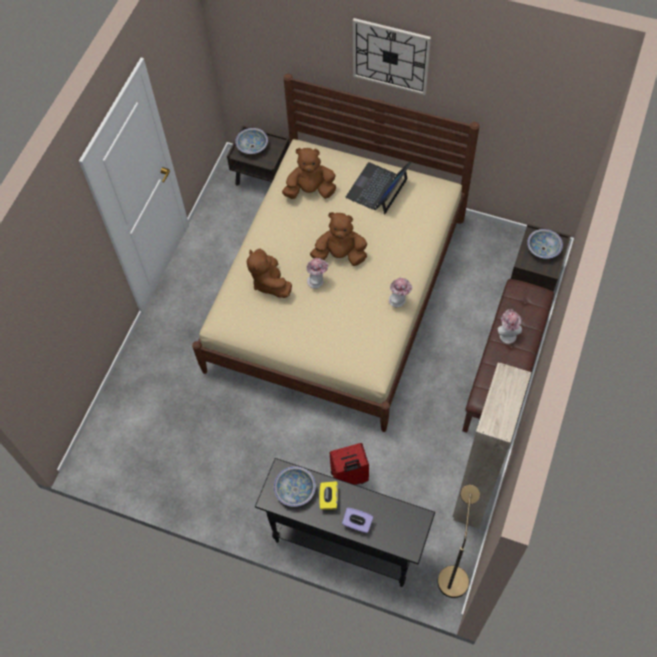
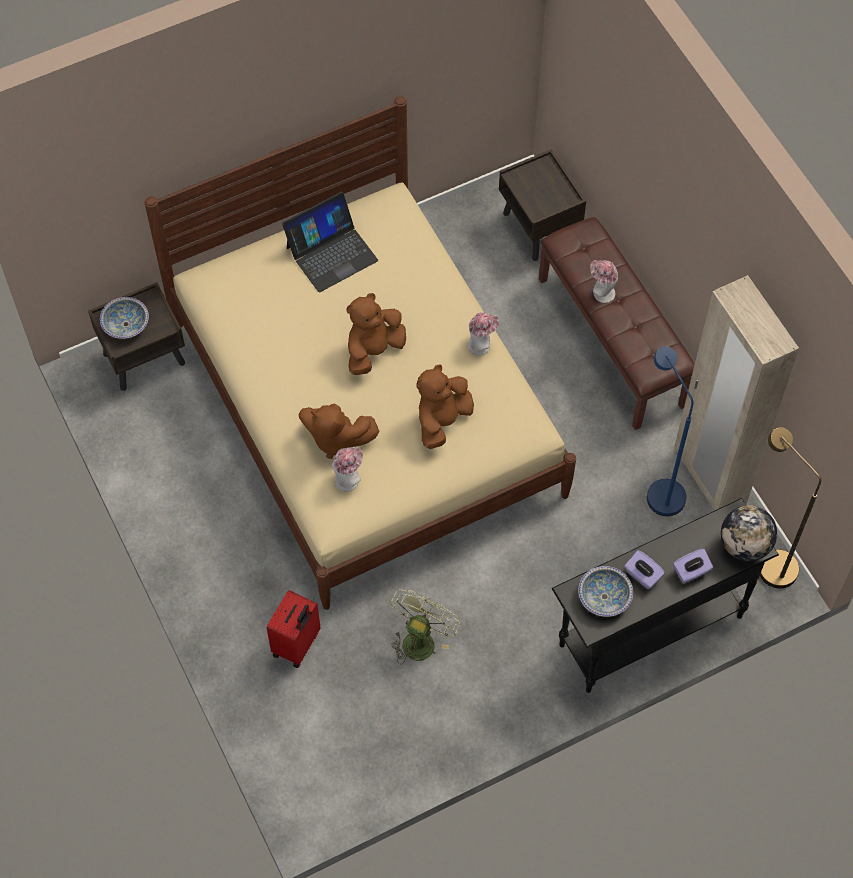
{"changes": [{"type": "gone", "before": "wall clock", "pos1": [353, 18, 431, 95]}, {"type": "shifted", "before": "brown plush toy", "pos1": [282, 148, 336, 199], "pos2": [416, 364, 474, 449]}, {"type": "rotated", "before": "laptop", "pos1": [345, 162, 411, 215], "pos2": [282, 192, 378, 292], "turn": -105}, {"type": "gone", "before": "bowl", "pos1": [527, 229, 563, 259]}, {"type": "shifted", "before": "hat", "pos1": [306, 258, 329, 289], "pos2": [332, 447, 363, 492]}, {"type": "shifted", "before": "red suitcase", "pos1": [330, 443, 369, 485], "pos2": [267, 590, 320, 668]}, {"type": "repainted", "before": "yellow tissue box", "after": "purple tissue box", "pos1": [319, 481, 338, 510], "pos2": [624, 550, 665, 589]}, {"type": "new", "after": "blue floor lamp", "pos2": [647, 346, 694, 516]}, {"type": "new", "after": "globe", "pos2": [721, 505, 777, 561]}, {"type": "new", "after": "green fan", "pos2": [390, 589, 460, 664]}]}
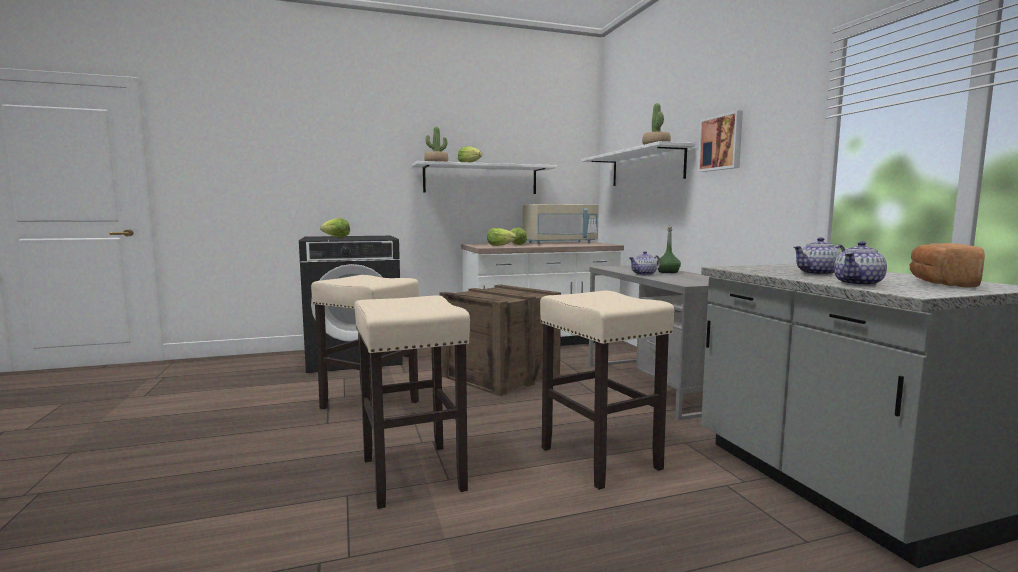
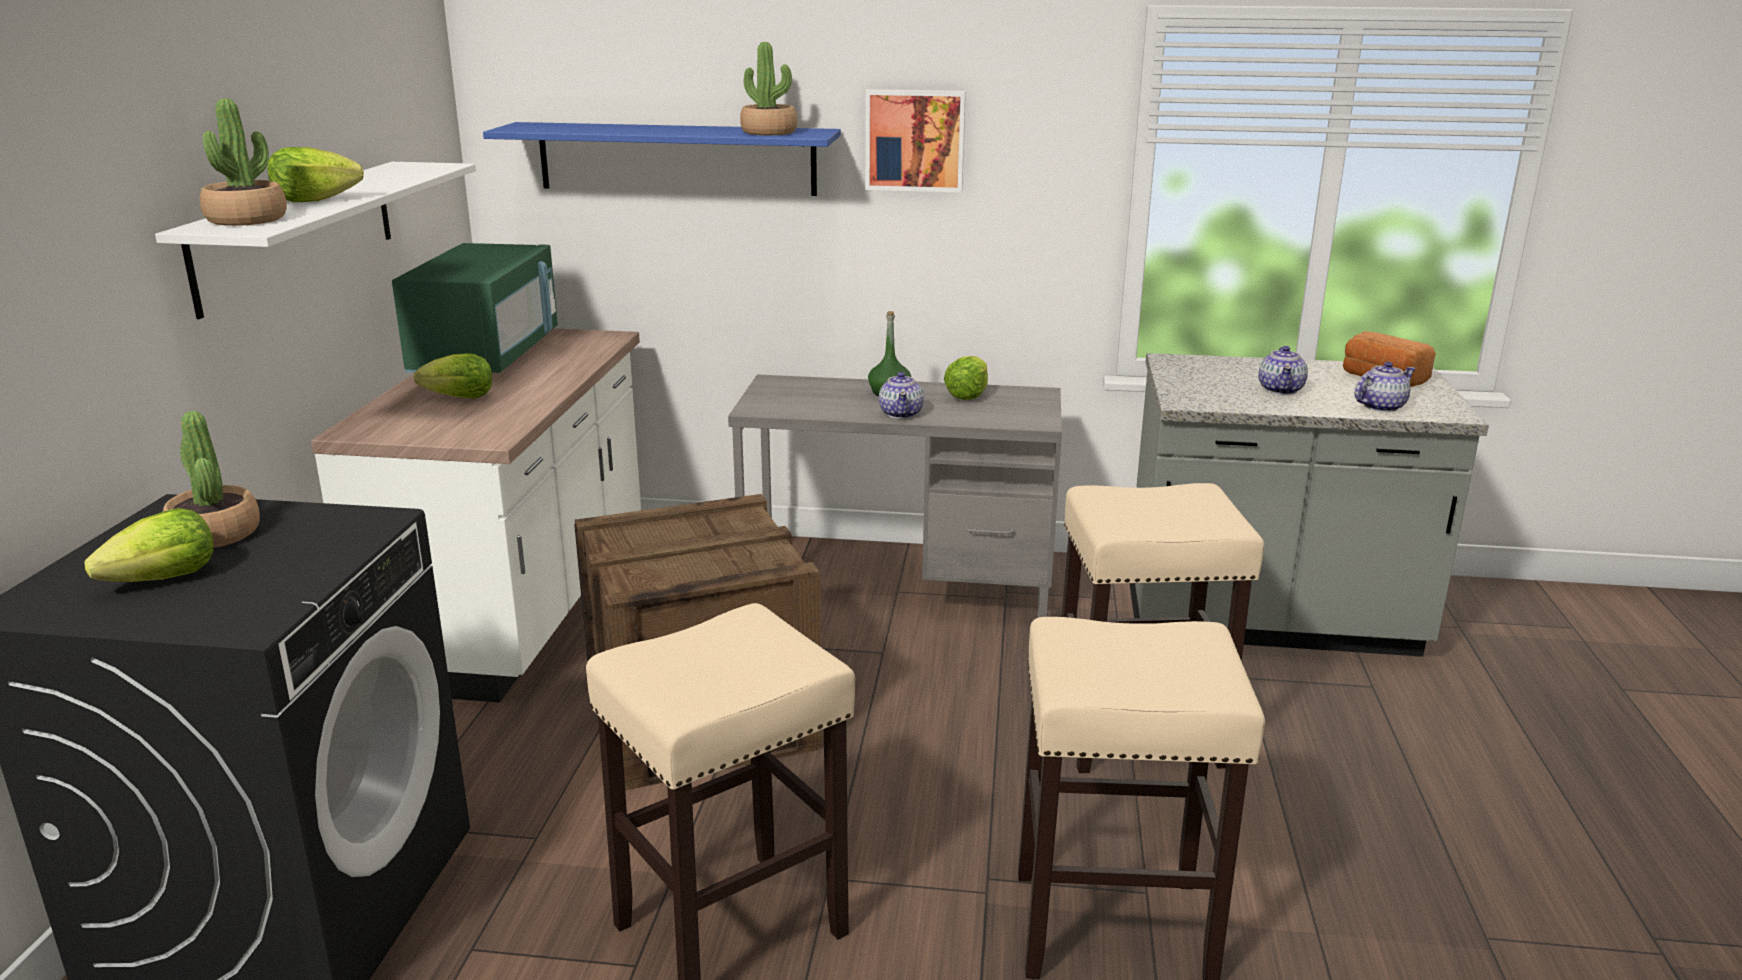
{"changes": [{"type": "repainted", "before": "white shelf", "after": "blue shelf", "pos1": [581, 141, 695, 186], "pos2": [483, 122, 841, 196]}, {"type": "repainted", "before": "beige microwave", "after": "green microwave", "pos1": [523, 204, 599, 244], "pos2": [392, 243, 558, 373]}, {"type": "shifted", "before": "lettuce", "pos1": [487, 228, 517, 246], "pos2": [944, 356, 988, 400]}, {"type": "rotated", "before": "teapot", "pos1": [834, 241, 887, 286], "pos2": [1355, 362, 1416, 412], "turn": -105}, {"type": "new", "after": "potted plant", "pos2": [163, 411, 260, 548]}]}
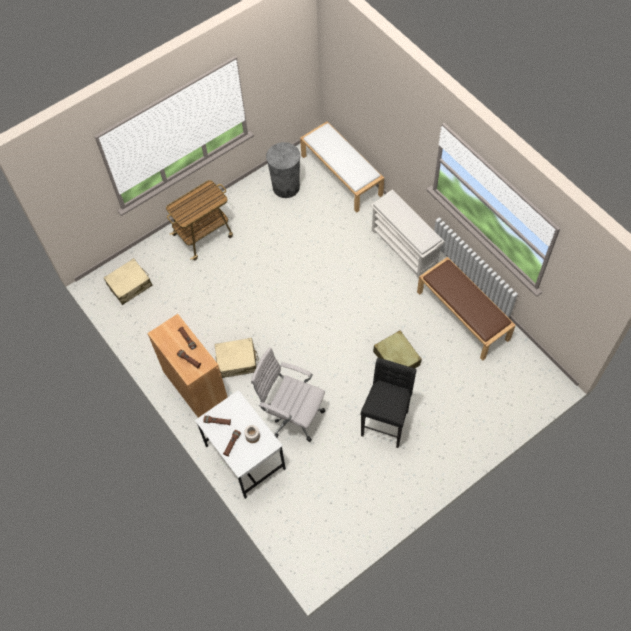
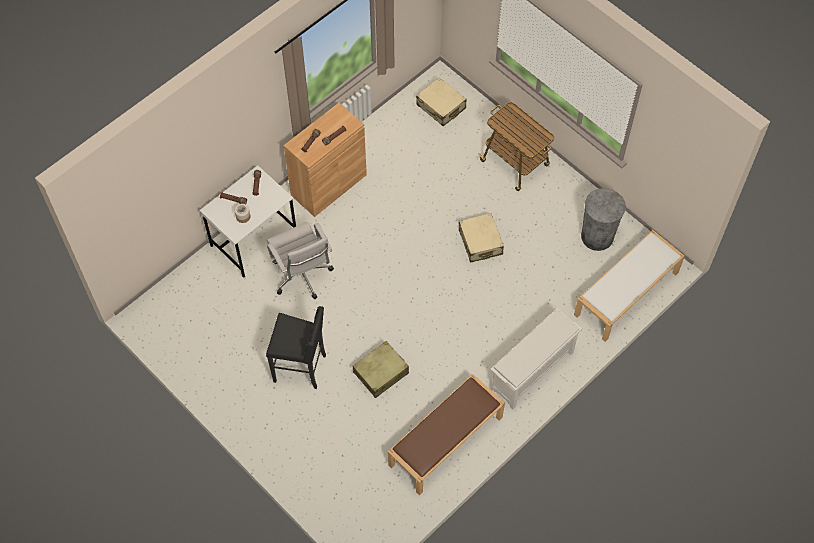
{"changes": [{"type": "shifted", "before": "beige suitcase", "pos1": [215, 338, 259, 378], "pos2": [459, 213, 504, 263]}, {"type": "rotated", "before": "white office chair", "pos1": [251, 347, 325, 442], "pos2": [267, 222, 334, 299], "turn": 135}]}
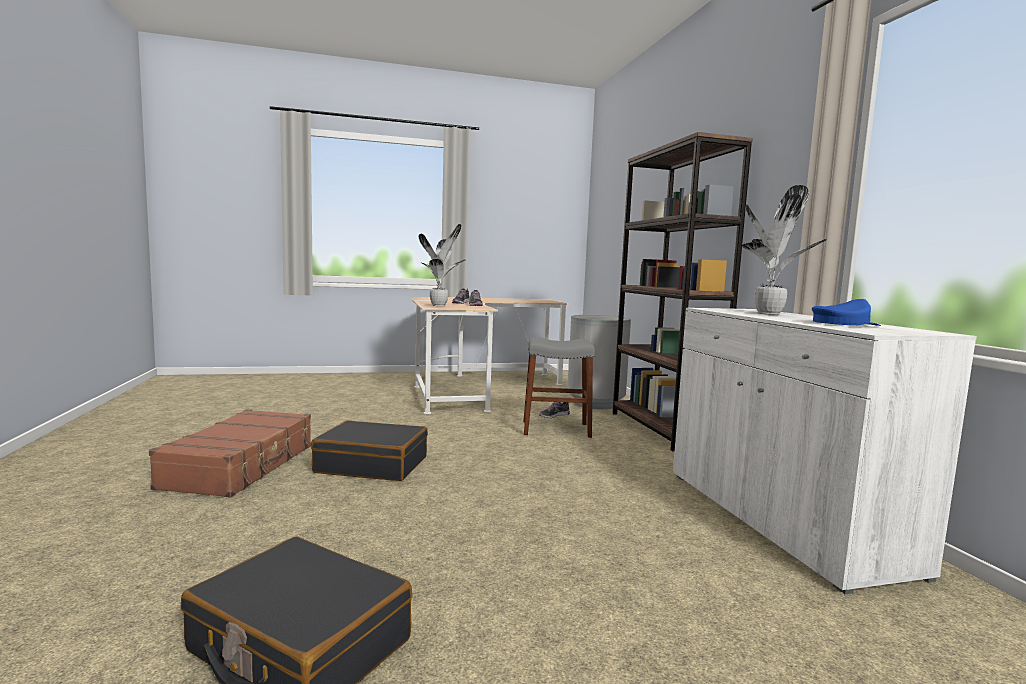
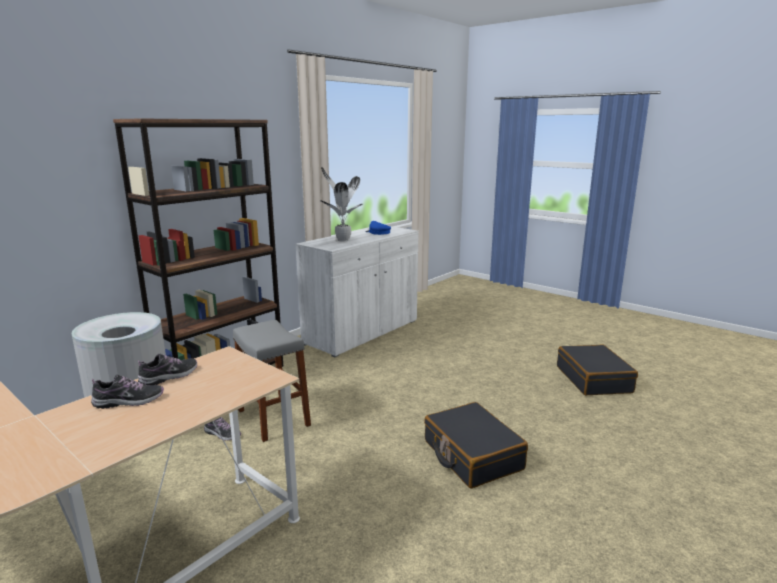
{"changes": [{"type": "gone", "before": "potted plant", "pos1": [419, 224, 466, 306]}, {"type": "gone", "before": "brown suitcase", "pos1": [149, 409, 311, 498]}]}
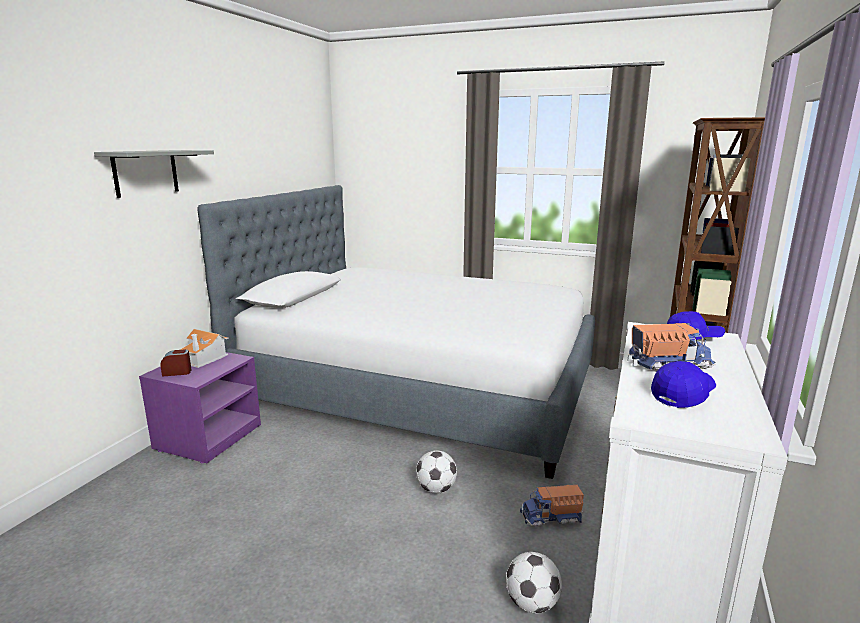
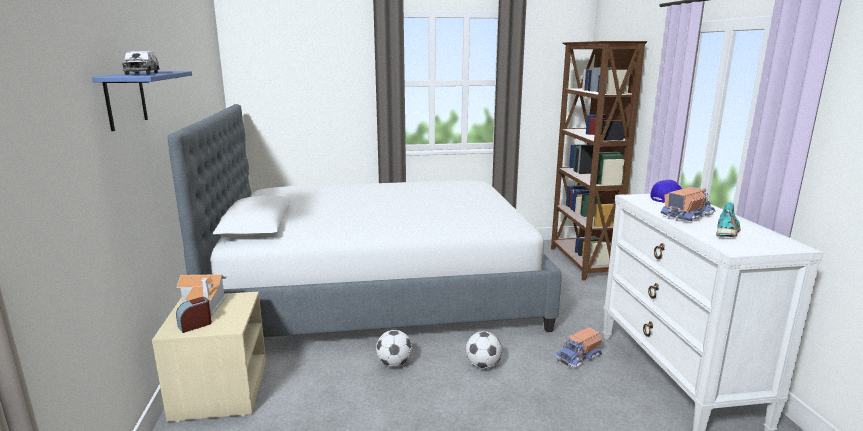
{"changes": [{"type": "repainted", "before": "grey shelf", "after": "blue shelf", "pos1": [94, 150, 214, 198], "pos2": [92, 71, 192, 131]}, {"type": "repainted", "before": "purple nightstand", "after": "beige nightstand", "pos1": [139, 352, 261, 463], "pos2": [152, 291, 266, 422]}, {"type": "swapped", "before": "blue cap", "after": "turquoise shoe", "pos1": [651, 361, 716, 408], "pos2": [716, 202, 741, 237]}, {"type": "shifted", "before": "football", "pos1": [506, 552, 562, 613], "pos2": [376, 330, 412, 367]}, {"type": "new", "after": "toy truck", "pos2": [122, 51, 160, 75]}]}
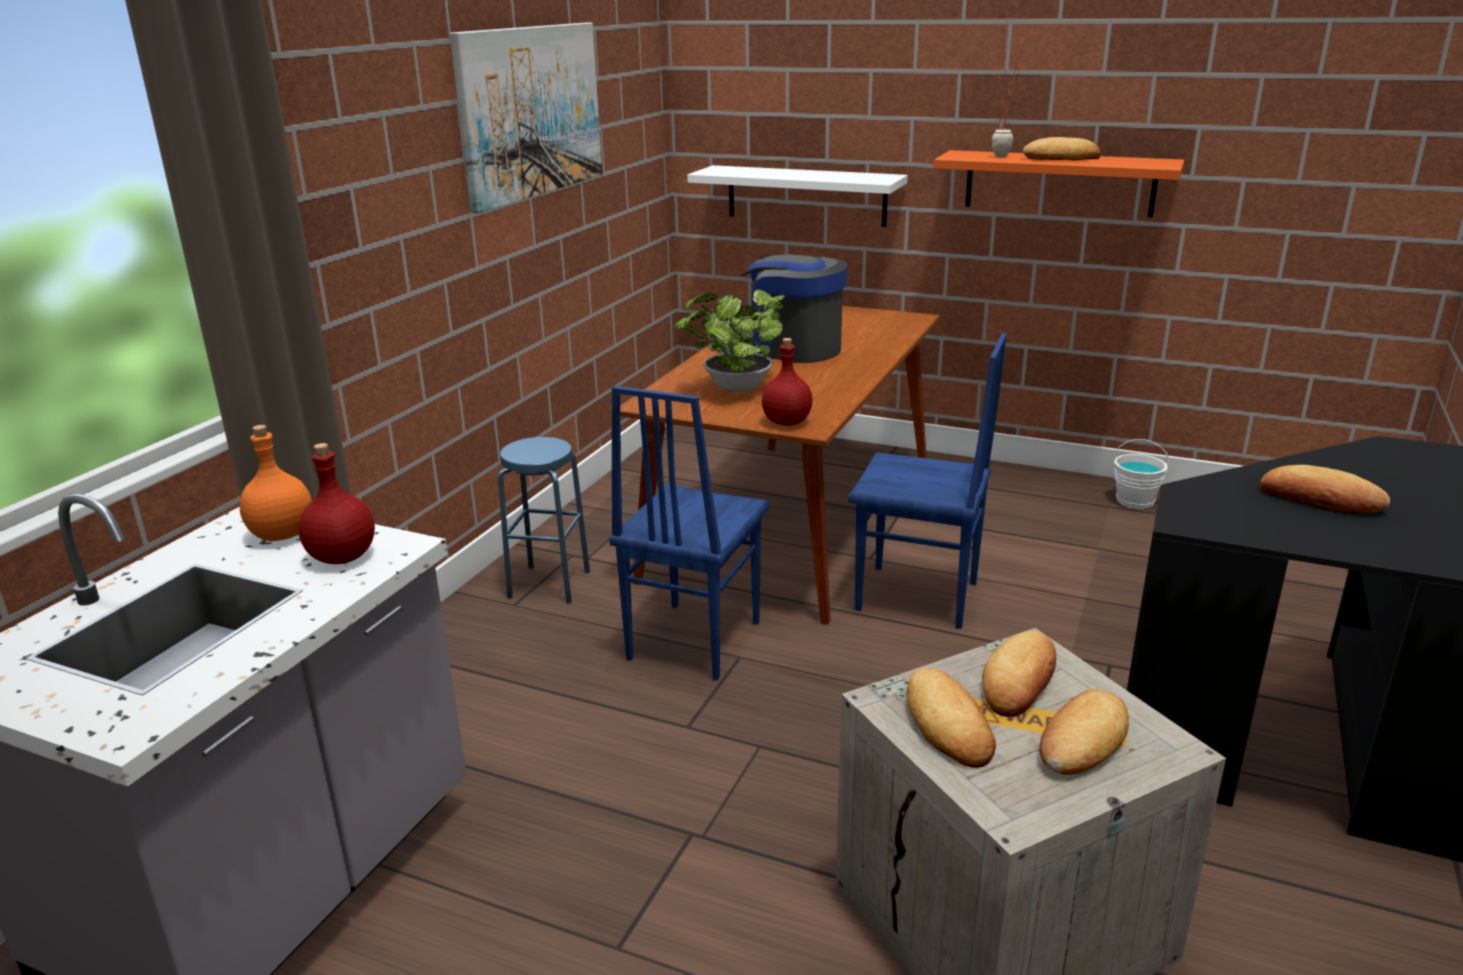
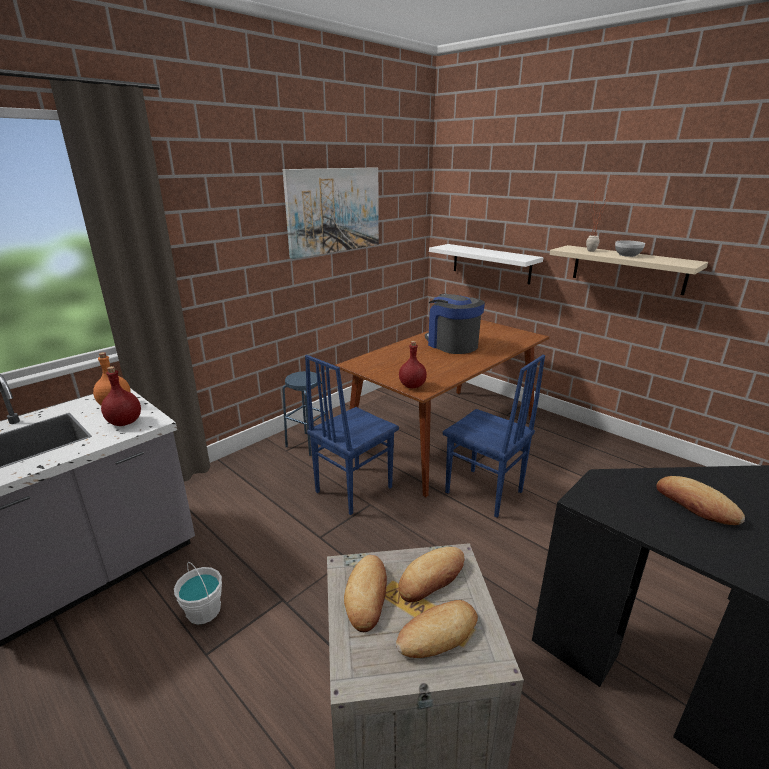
{"changes": [{"type": "swapped", "before": "bread", "after": "bowl", "pos1": [1023, 137, 1101, 160], "pos2": [615, 240, 645, 257]}, {"type": "repainted", "before": "orange shelf", "after": "beige shelf", "pos1": [933, 150, 1184, 218], "pos2": [550, 245, 708, 295]}, {"type": "gone", "before": "potted plant", "pos1": [675, 289, 785, 393]}, {"type": "shifted", "before": "white bucket", "pos1": [1113, 439, 1169, 509], "pos2": [174, 562, 222, 625]}]}
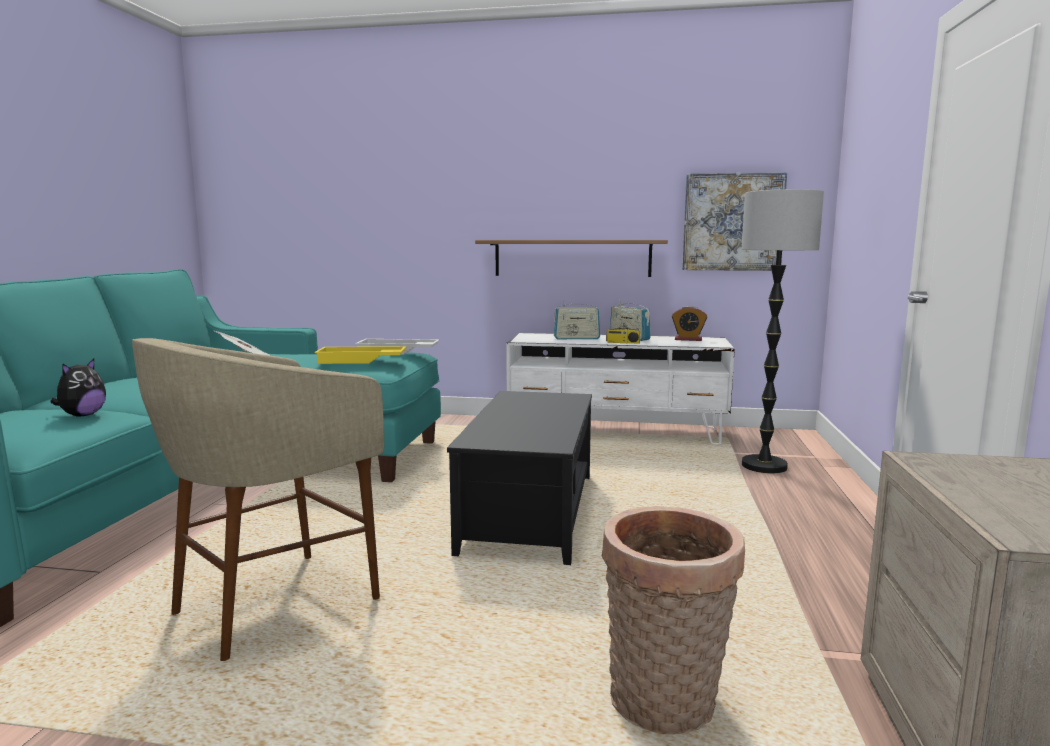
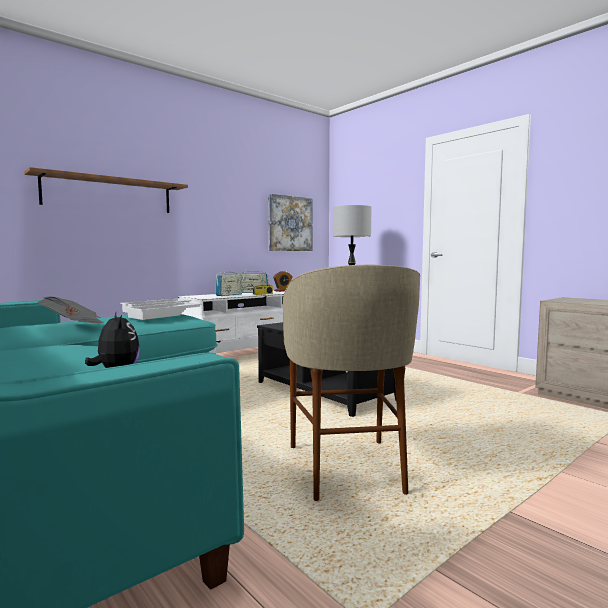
{"changes": [{"type": "shifted", "before": "shelf", "pos1": [475, 240, 668, 277], "pos2": [24, 167, 188, 213]}, {"type": "repainted", "before": "yellow tray", "after": "white tray", "pos1": [314, 346, 407, 364], "pos2": [125, 302, 202, 320]}, {"type": "gone", "before": "basket", "pos1": [602, 506, 745, 735]}]}
